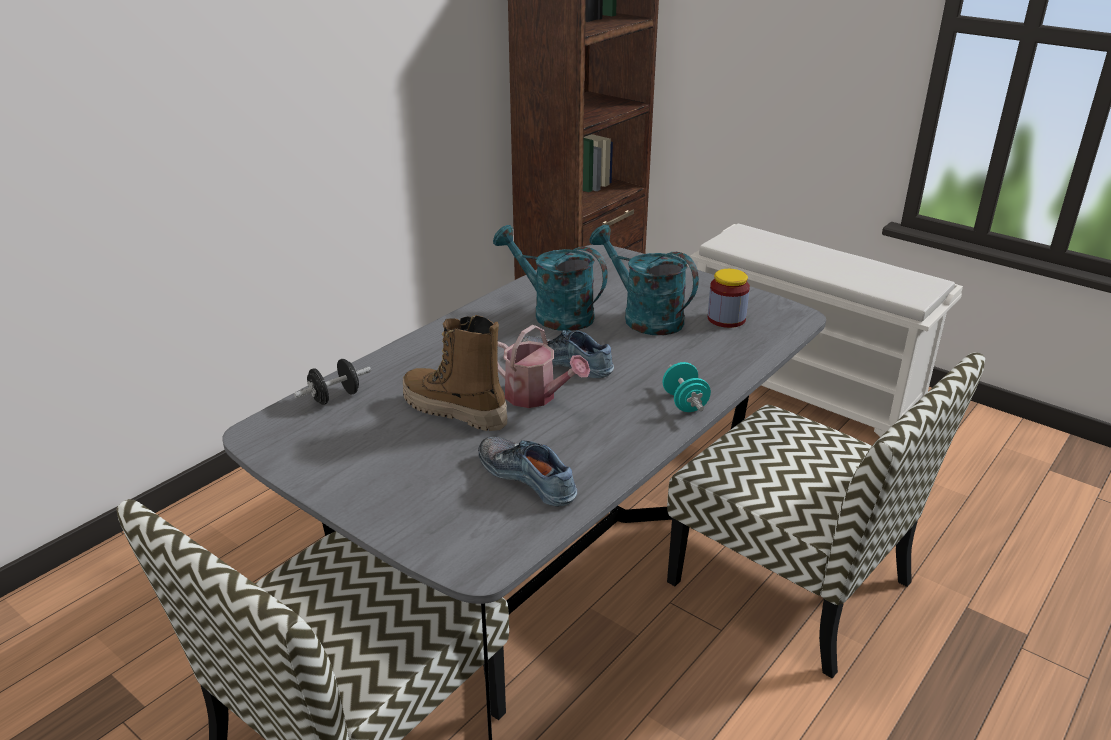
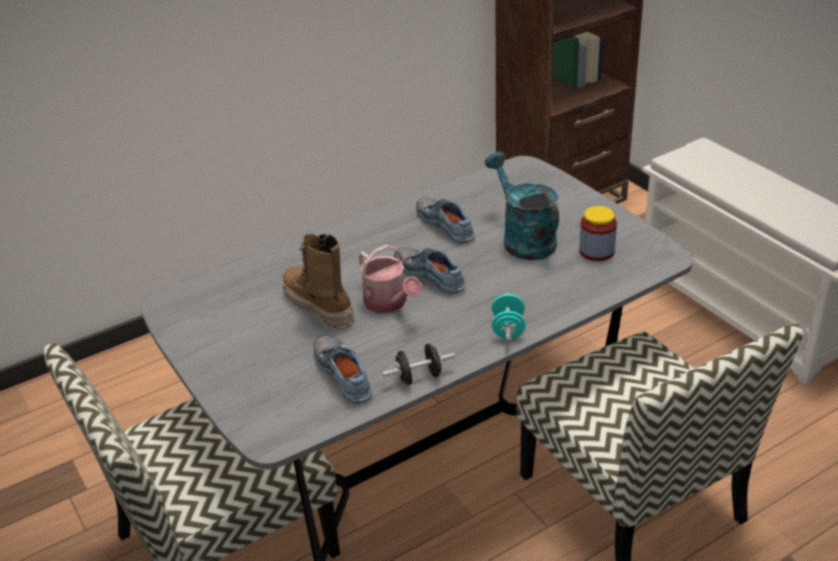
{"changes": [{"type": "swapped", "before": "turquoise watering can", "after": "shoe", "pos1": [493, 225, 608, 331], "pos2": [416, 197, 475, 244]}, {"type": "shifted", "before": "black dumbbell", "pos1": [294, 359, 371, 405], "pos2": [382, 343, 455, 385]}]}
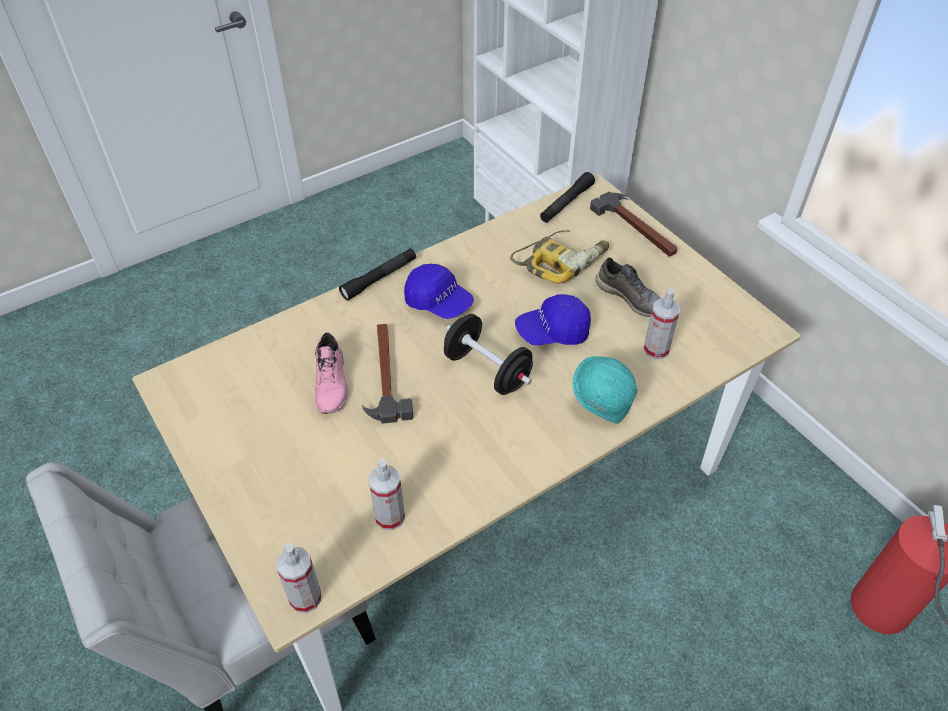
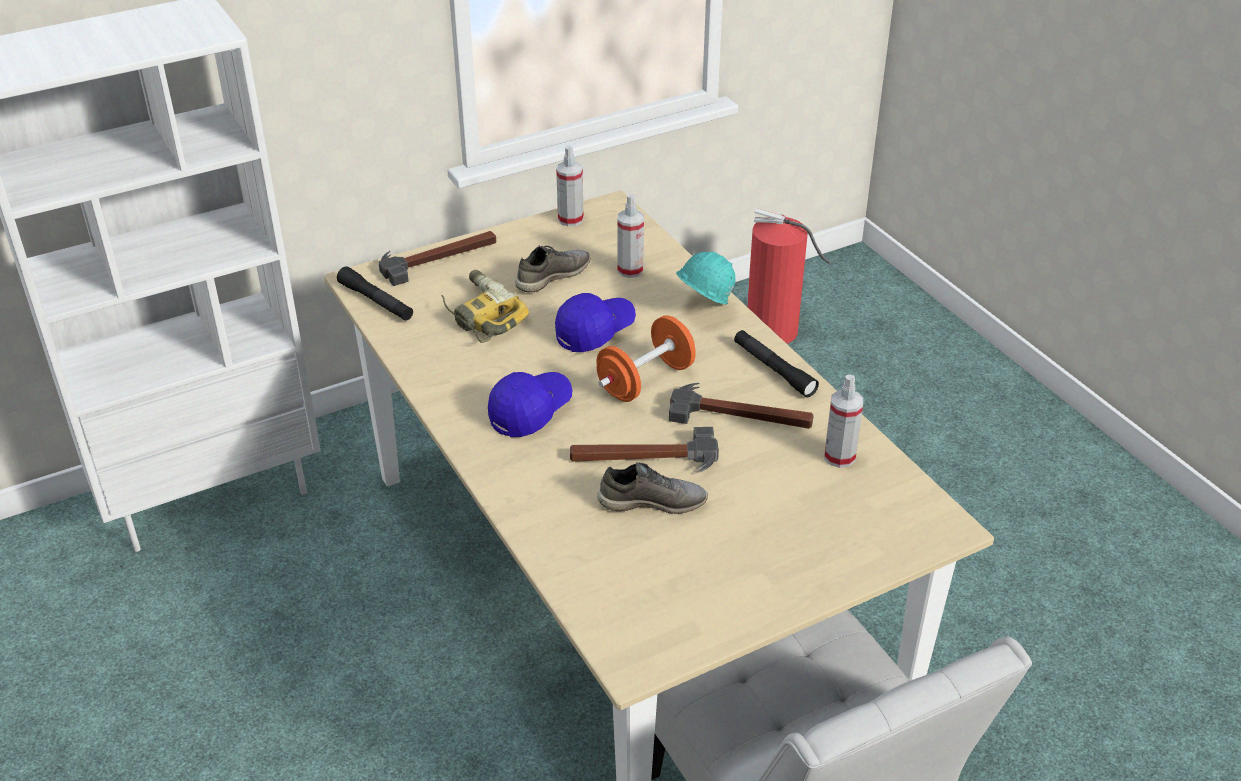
{"changes": [{"type": "shifted", "before": "black flashlight", "pos1": [339, 248, 416, 301], "pos2": [734, 330, 819, 397]}, {"type": "rotated", "before": "blue cap", "pos1": [515, 294, 591, 345], "pos2": [555, 293, 636, 352], "turn": -120}, {"type": "repainted", "before": "black dumbbell", "after": "orange dumbbell", "pos1": [444, 314, 533, 395], "pos2": [596, 315, 696, 402]}, {"type": "repainted", "before": "pink shoe", "after": "grey shoe", "pos1": [315, 332, 348, 414], "pos2": [597, 462, 708, 514]}, {"type": "shifted", "before": "spray bottle", "pos1": [276, 543, 322, 613], "pos2": [556, 146, 584, 226]}, {"type": "new", "after": "hammer", "pos2": [669, 383, 814, 429]}]}
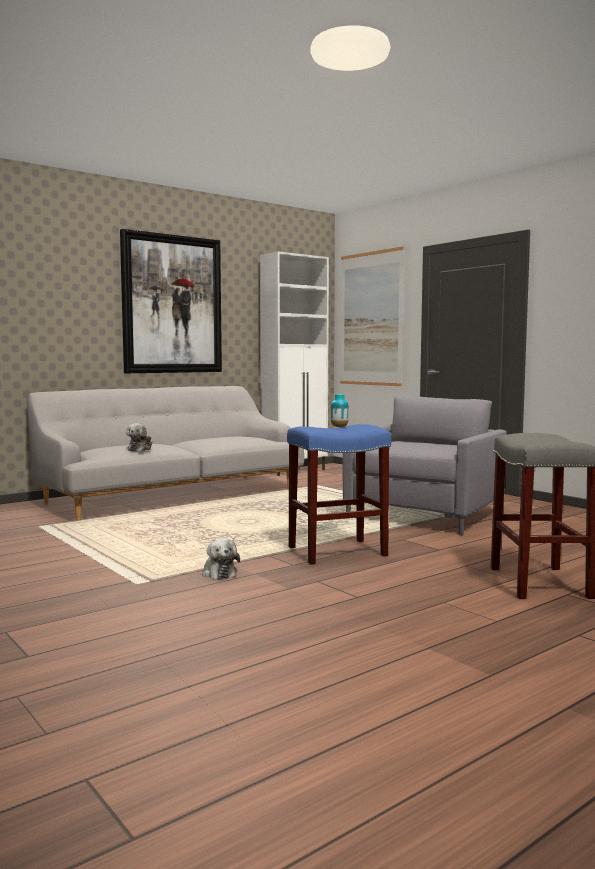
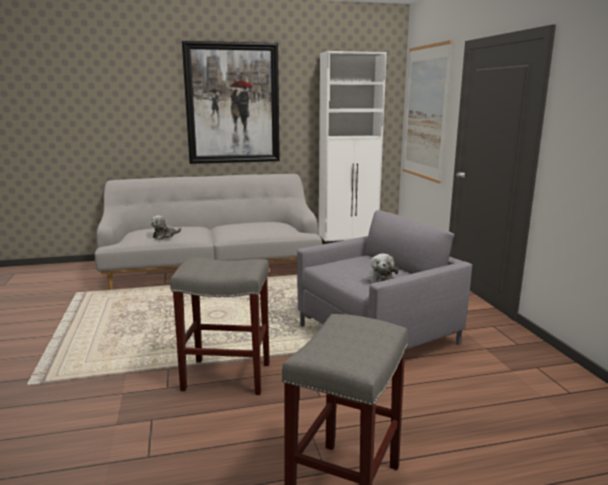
{"changes": [{"type": "gone", "before": "vase", "pos1": [330, 394, 349, 427]}, {"type": "repainted", "before": "blue stool", "after": "grey stool", "pos1": [287, 424, 391, 565], "pos2": [170, 257, 270, 395]}, {"type": "shifted", "before": "plush toy", "pos1": [202, 538, 240, 580], "pos2": [366, 253, 398, 284]}]}
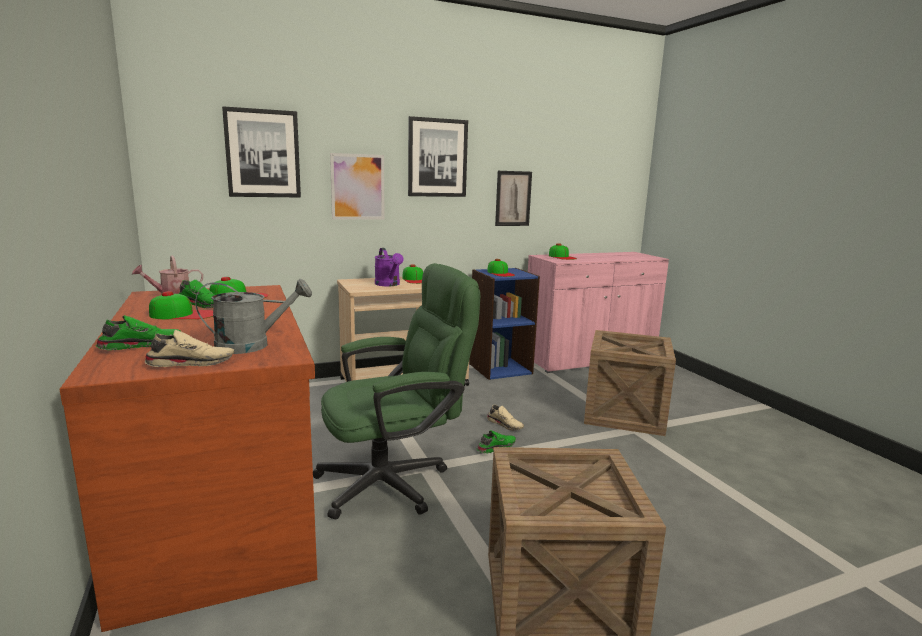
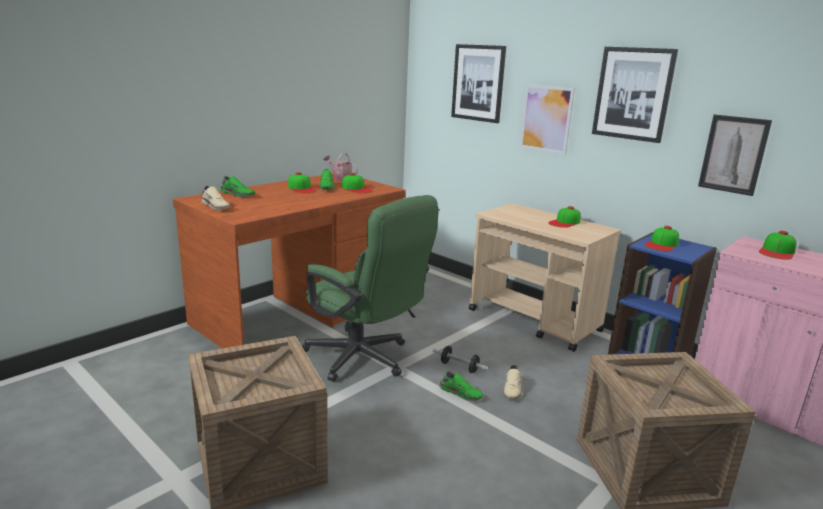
{"changes": [{"type": "gone", "before": "purple watering can", "pos1": [375, 248, 404, 286]}, {"type": "gone", "before": "grey watering can", "pos1": [195, 279, 312, 354]}, {"type": "new", "after": "dumbbell", "pos2": [433, 346, 489, 373]}]}
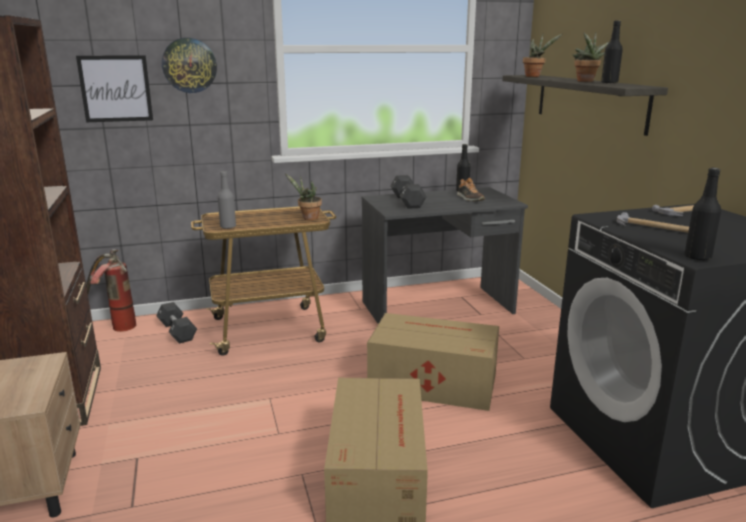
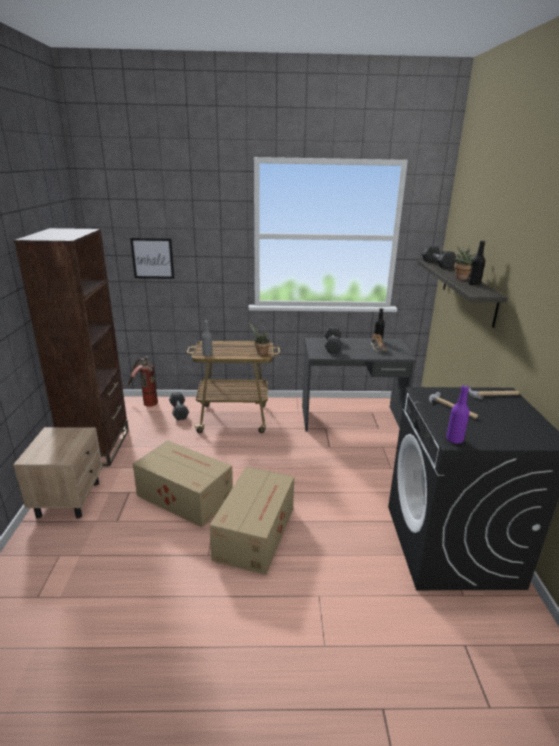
{"changes": [{"type": "swapped", "before": "potted plant", "after": "black dumbbell", "pos1": [523, 34, 562, 77], "pos2": [421, 245, 456, 269]}, {"type": "gone", "before": "wall clock", "pos1": [162, 38, 217, 93]}, {"type": "repainted", "before": "black bottle", "after": "purple bottle", "pos1": [684, 168, 721, 260], "pos2": [446, 385, 470, 444]}, {"type": "shifted", "before": "cardboard box", "pos1": [367, 313, 499, 411], "pos2": [133, 440, 233, 527]}]}
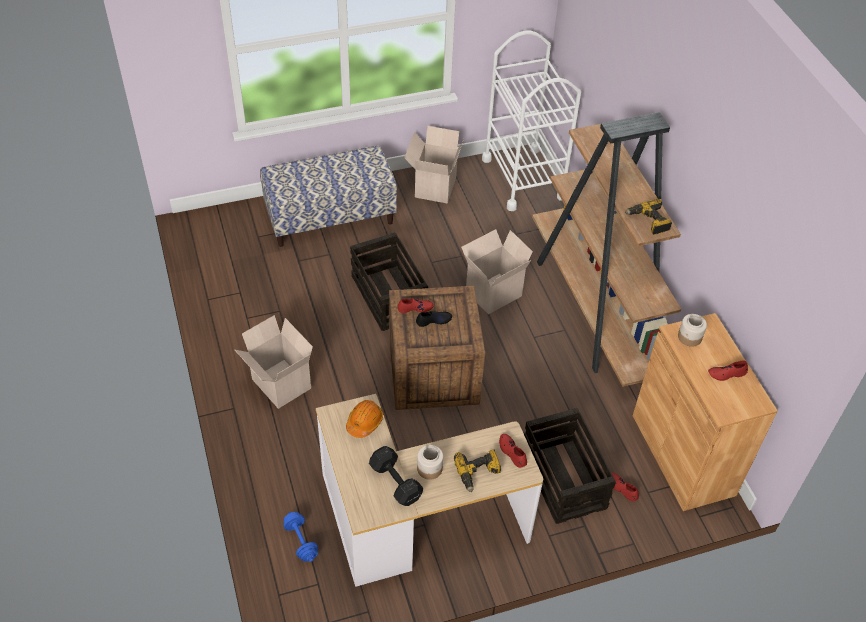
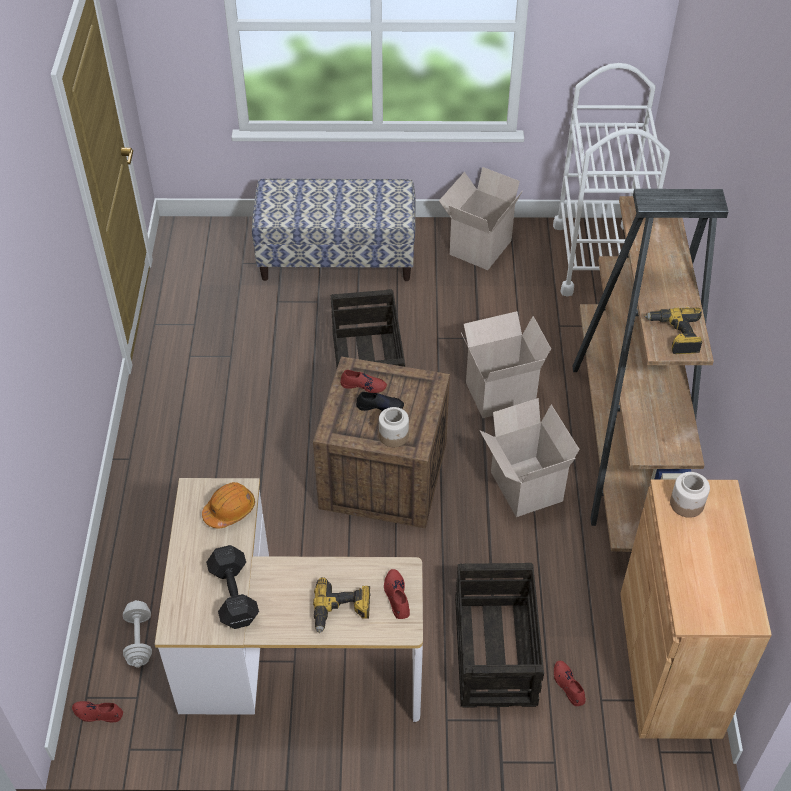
{"changes": [{"type": "shifted", "before": "cardboard box", "pos1": [235, 315, 313, 409], "pos2": [479, 398, 580, 517]}, {"type": "shifted", "before": "red shoe", "pos1": [708, 360, 748, 381], "pos2": [72, 701, 123, 722]}, {"type": "shifted", "before": "jar", "pos1": [417, 445, 443, 480], "pos2": [379, 407, 409, 447]}, {"type": "repainted", "before": "blue dumbbell", "after": "white dumbbell", "pos1": [284, 512, 318, 562], "pos2": [123, 600, 152, 668]}]}
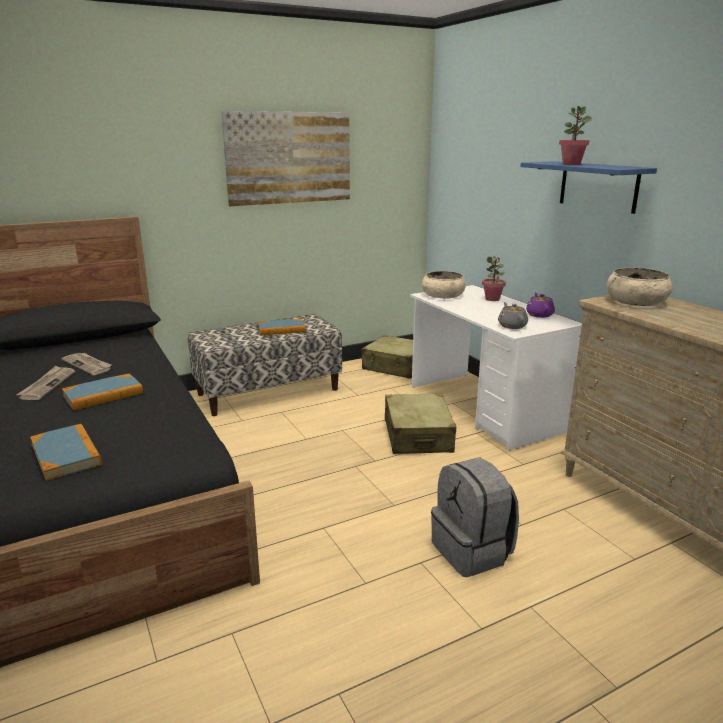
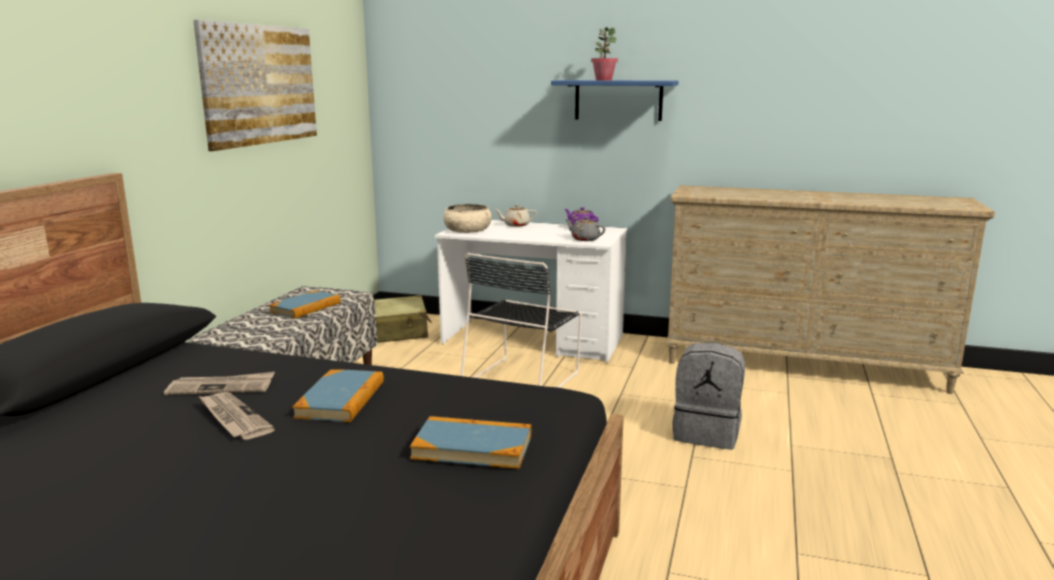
{"changes": [{"type": "swapped", "before": "potted plant", "after": "beige teapot", "pos1": [482, 256, 506, 301], "pos2": [495, 204, 537, 227]}, {"type": "gone", "before": "beige bowl", "pos1": [607, 268, 672, 306]}, {"type": "swapped", "before": "beige suitcase", "after": "black chair", "pos1": [385, 393, 456, 454], "pos2": [461, 253, 582, 388]}]}
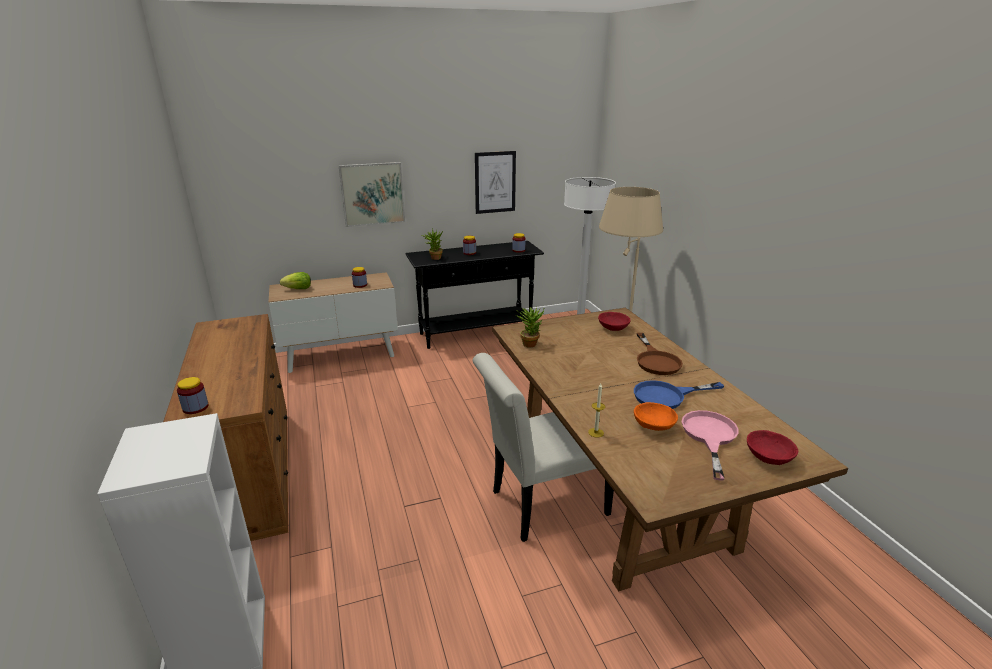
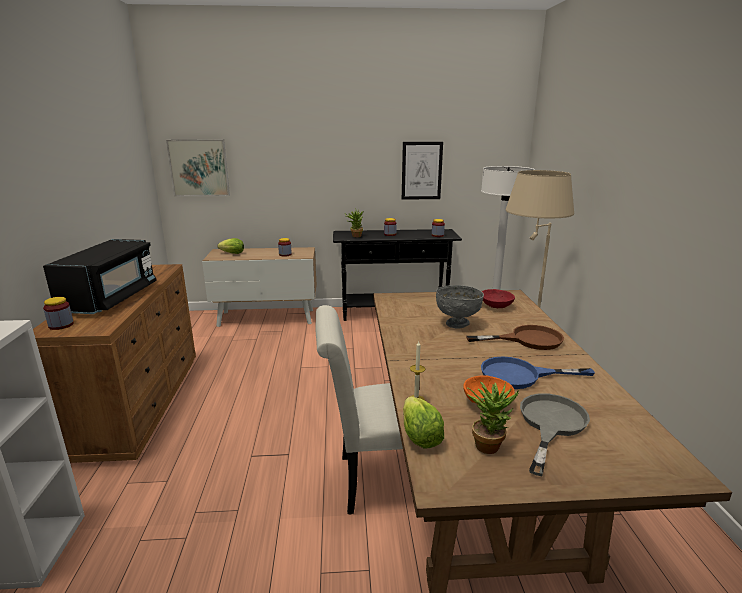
{"changes": [{"type": "shifted", "before": "picture", "pos1": [339, 162, 405, 227], "pos2": [166, 139, 230, 196]}, {"type": "shifted", "before": "potted plant", "pos1": [516, 307, 544, 348], "pos2": [467, 382, 519, 454]}, {"type": "rotated", "before": "brown frying pan", "pos1": [637, 333, 683, 375], "pos2": [466, 325, 564, 350], "turn": -105}, {"type": "repainted", "before": "pink frying pan", "after": "grey frying pan", "pos1": [682, 410, 739, 481], "pos2": [520, 393, 590, 476]}, {"type": "gone", "before": "red bowl", "pos1": [747, 430, 798, 465]}, {"type": "new", "after": "black microwave", "pos2": [43, 239, 157, 314]}, {"type": "new", "after": "grey bowl", "pos2": [436, 285, 484, 328]}, {"type": "new", "after": "lettuce", "pos2": [403, 396, 444, 449]}]}
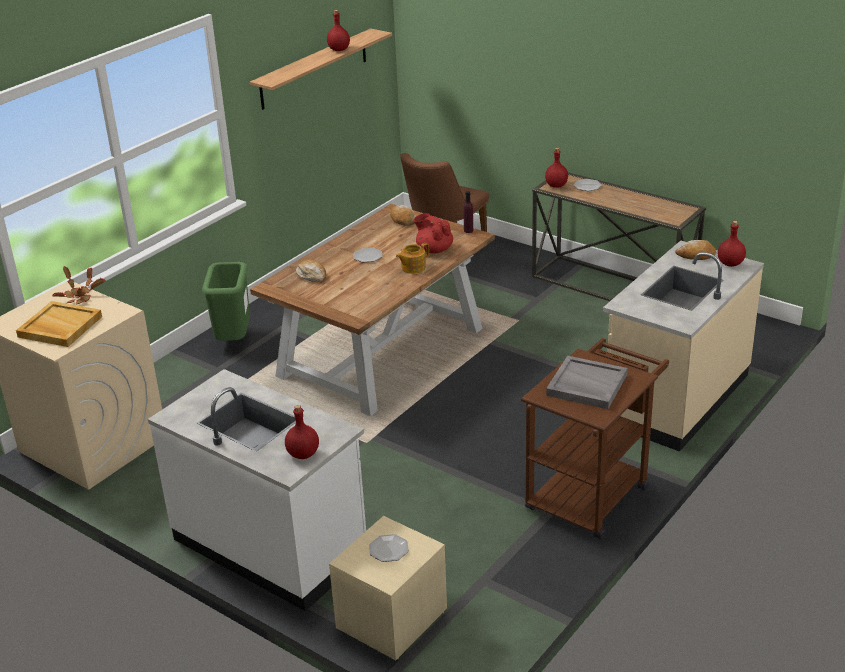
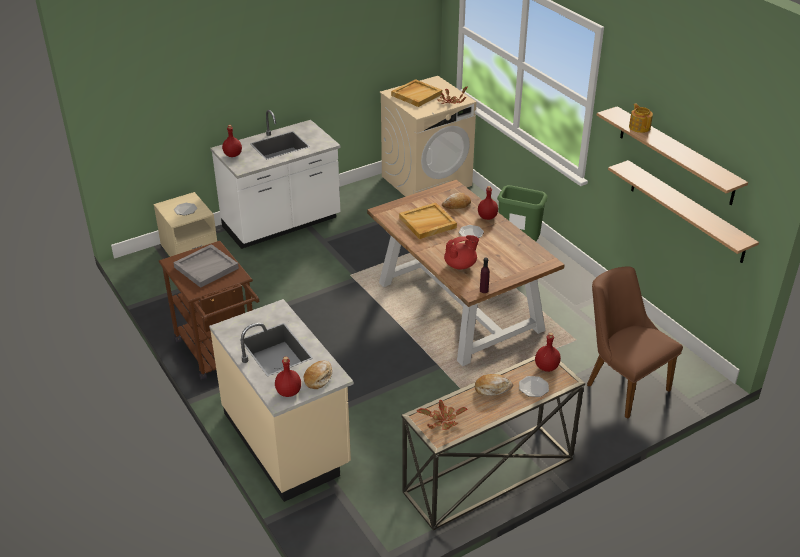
{"changes": [{"type": "shifted", "before": "red bottle", "pos1": [327, 10, 350, 51], "pos2": [478, 186, 498, 220]}, {"type": "shifted", "before": "bread", "pos1": [390, 205, 416, 226], "pos2": [475, 374, 513, 396]}, {"type": "shifted", "before": "teapot", "pos1": [396, 243, 429, 274], "pos2": [629, 103, 653, 133]}, {"type": "new", "after": "shelf", "pos2": [608, 160, 759, 263]}, {"type": "new", "after": "beige tray", "pos2": [399, 203, 457, 239]}, {"type": "new", "after": "potted plant", "pos2": [417, 400, 467, 430]}]}
